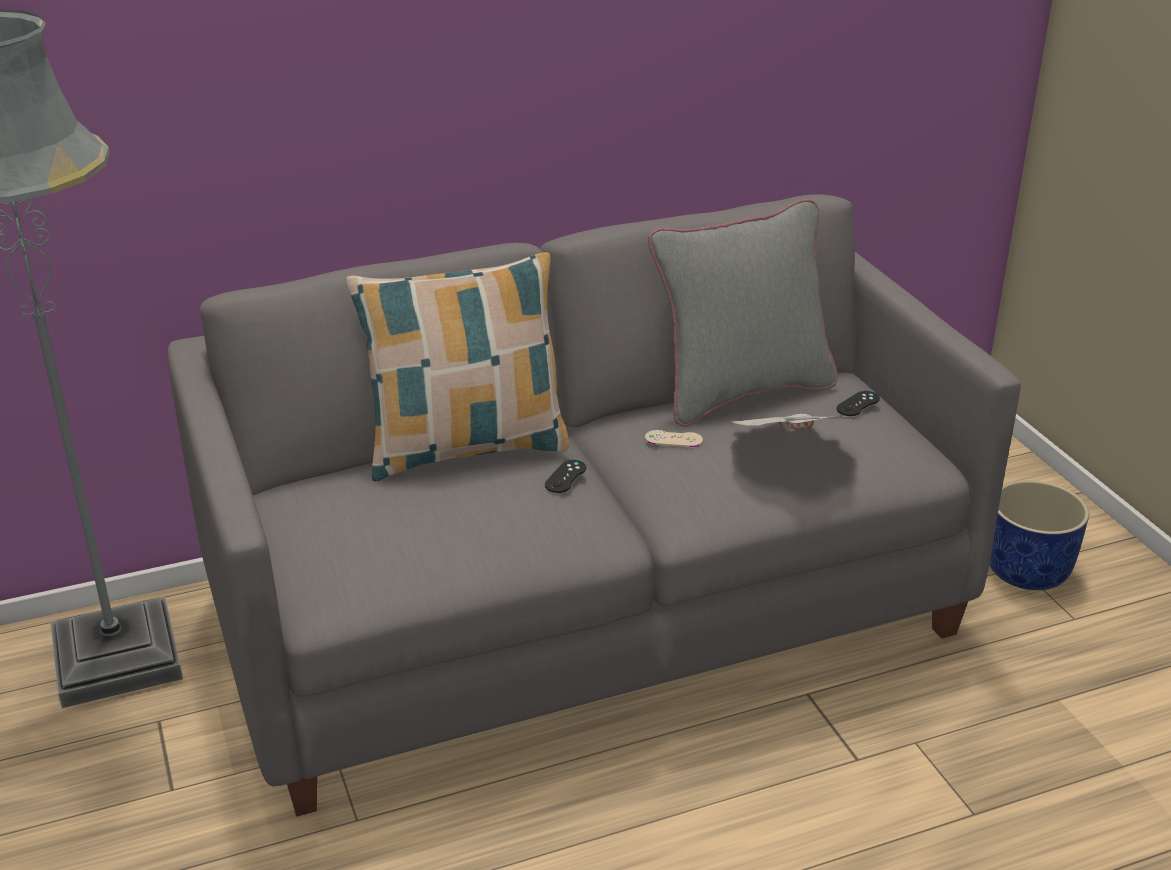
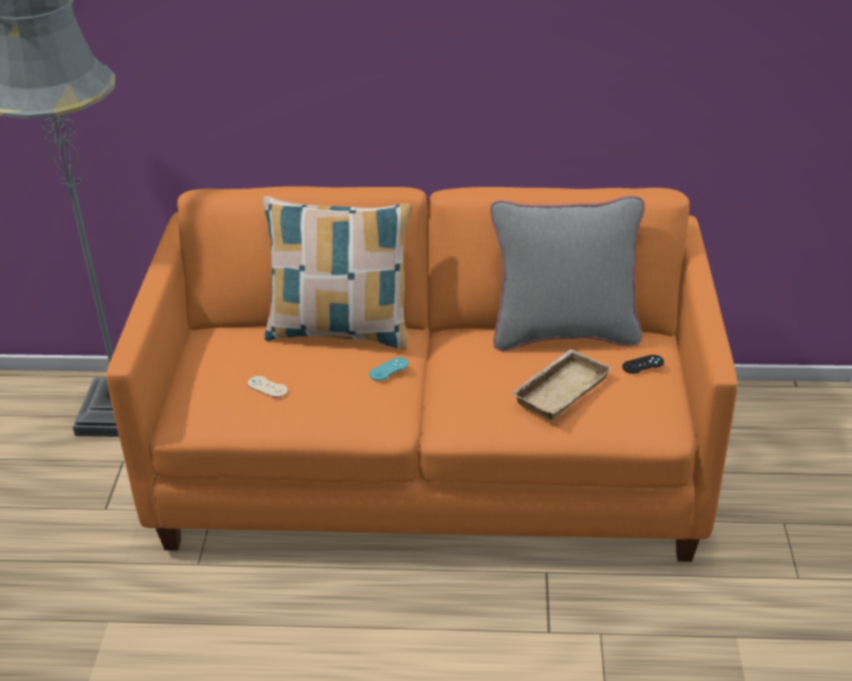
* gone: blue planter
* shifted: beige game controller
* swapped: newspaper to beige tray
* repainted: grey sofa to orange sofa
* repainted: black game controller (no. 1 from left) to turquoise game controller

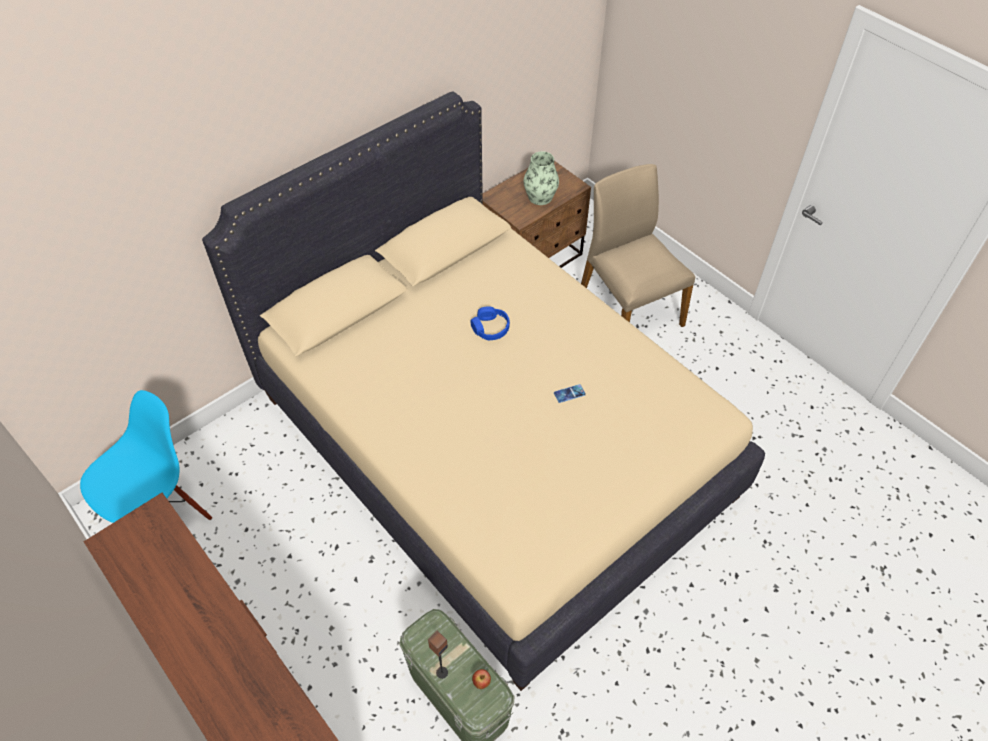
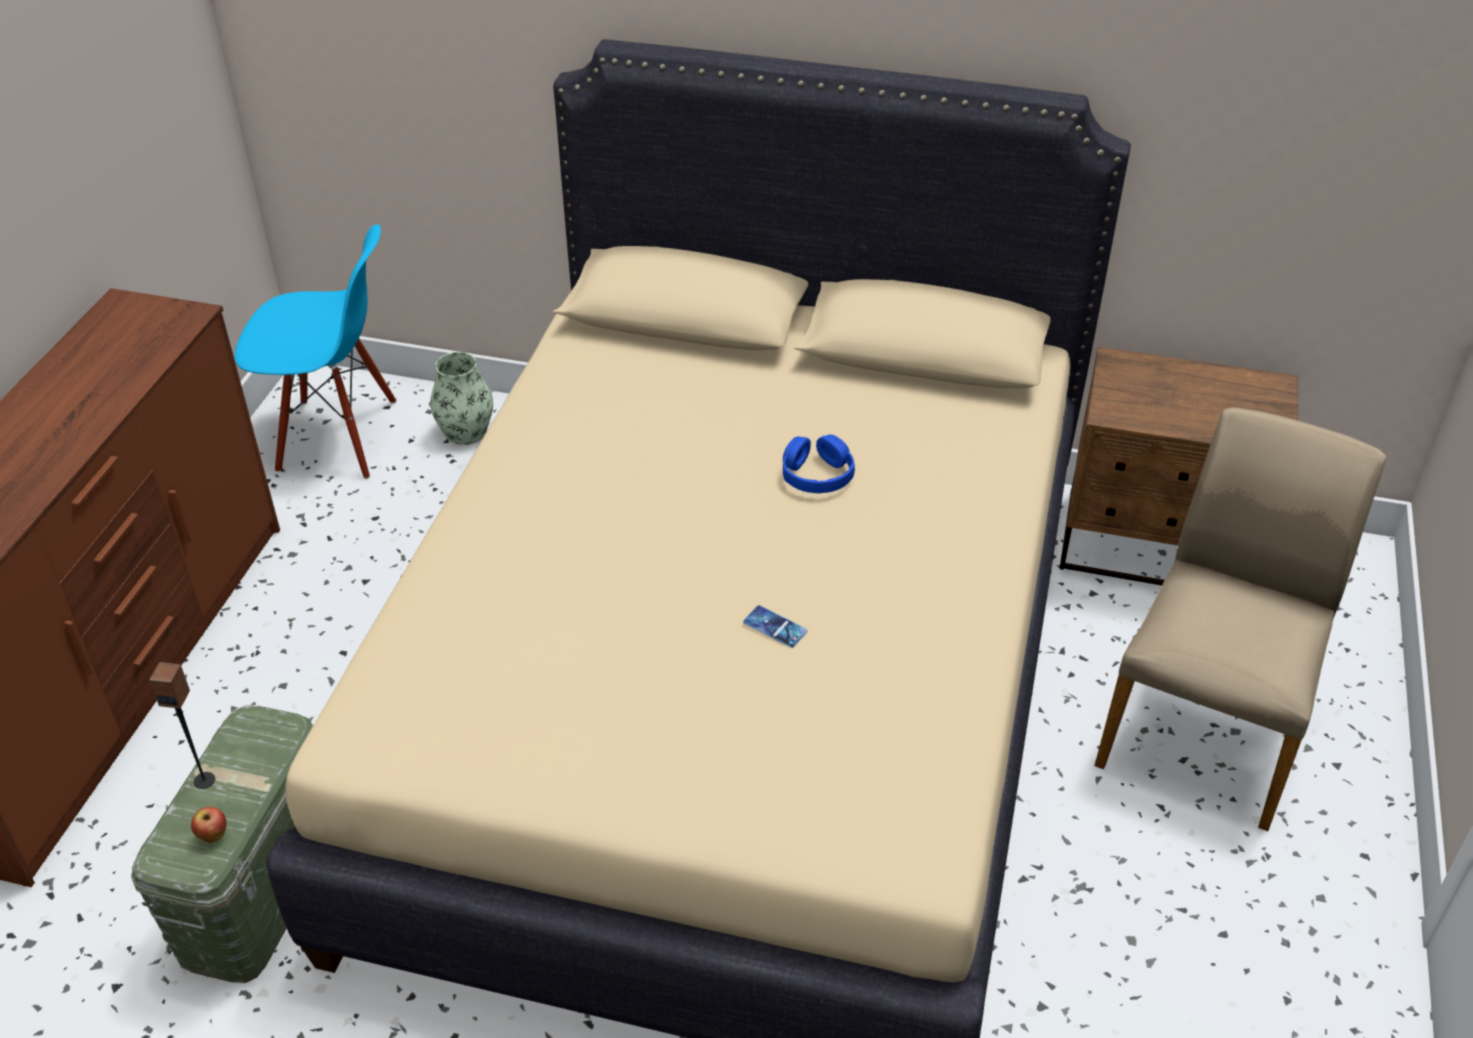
* shifted: vase

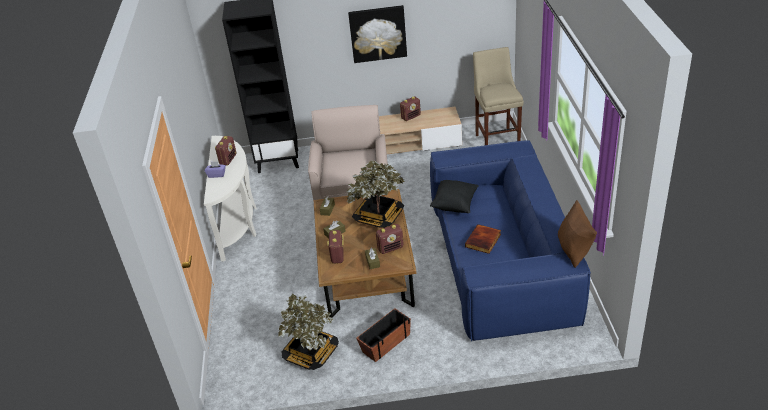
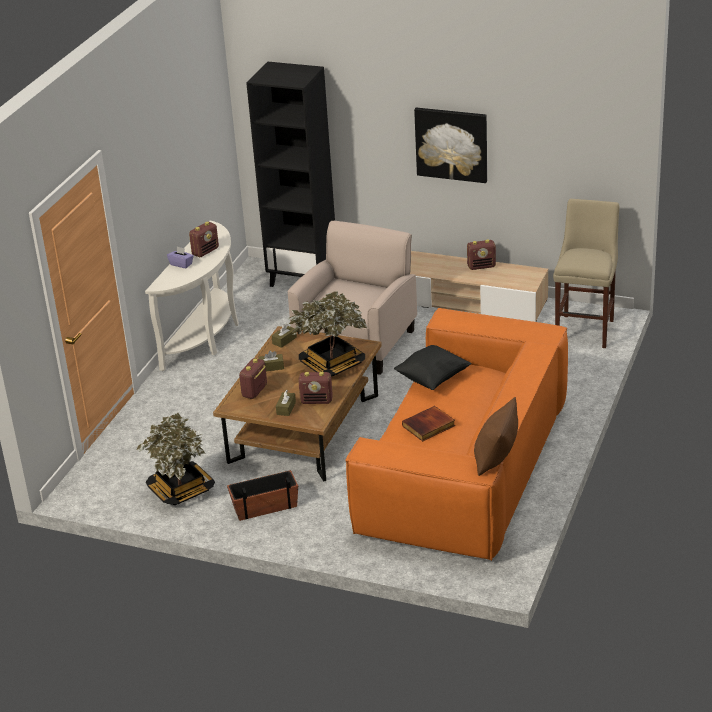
* repainted: blue sofa to orange sofa

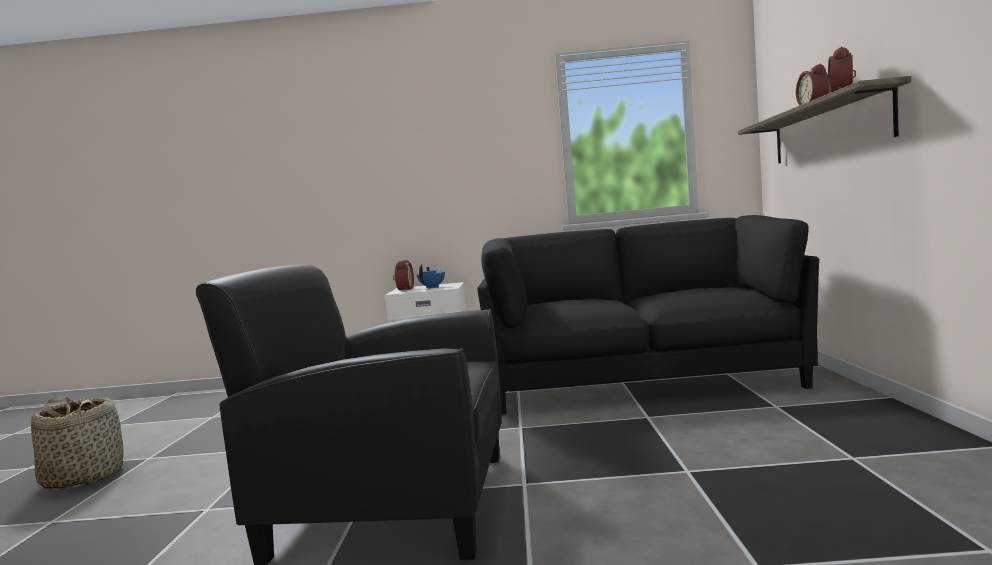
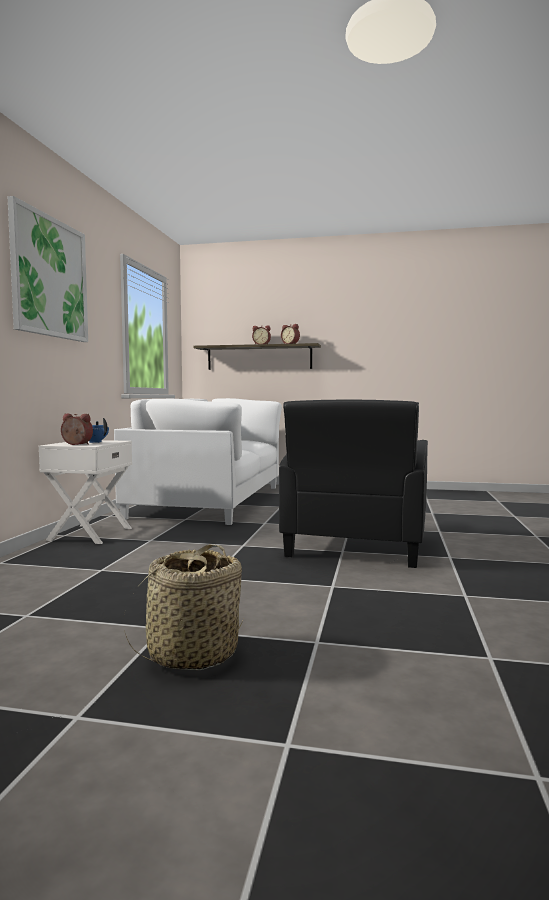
* new: picture
* repainted: black sofa to white sofa

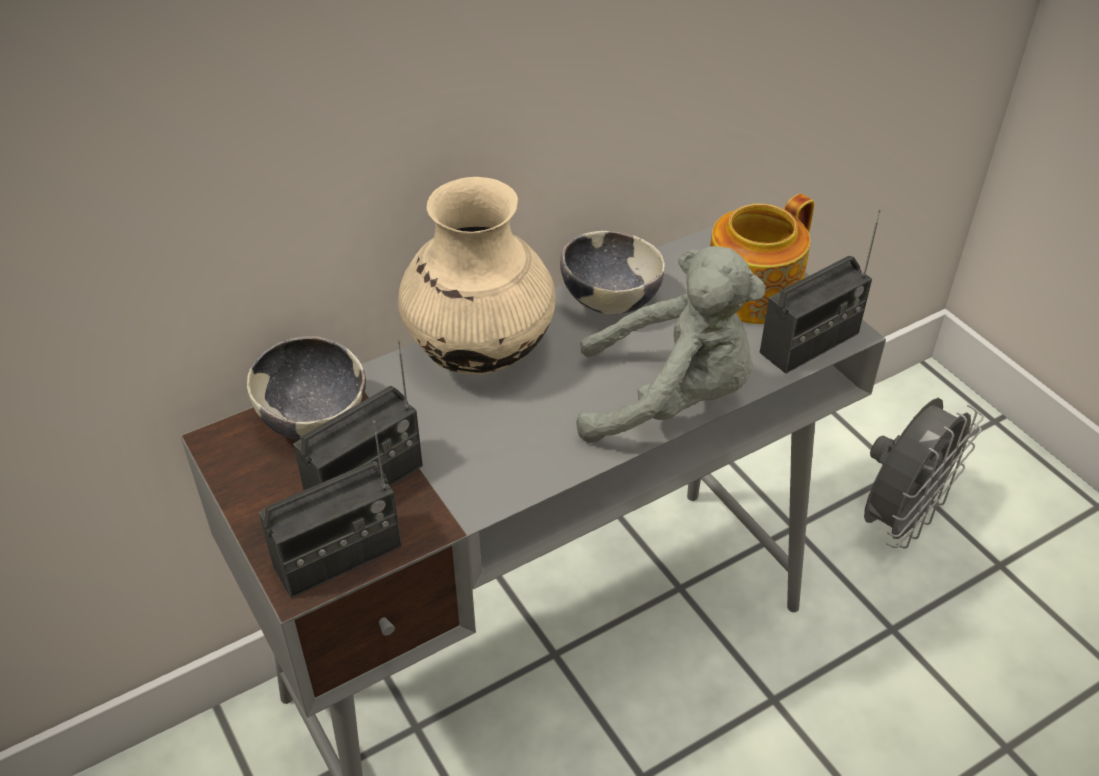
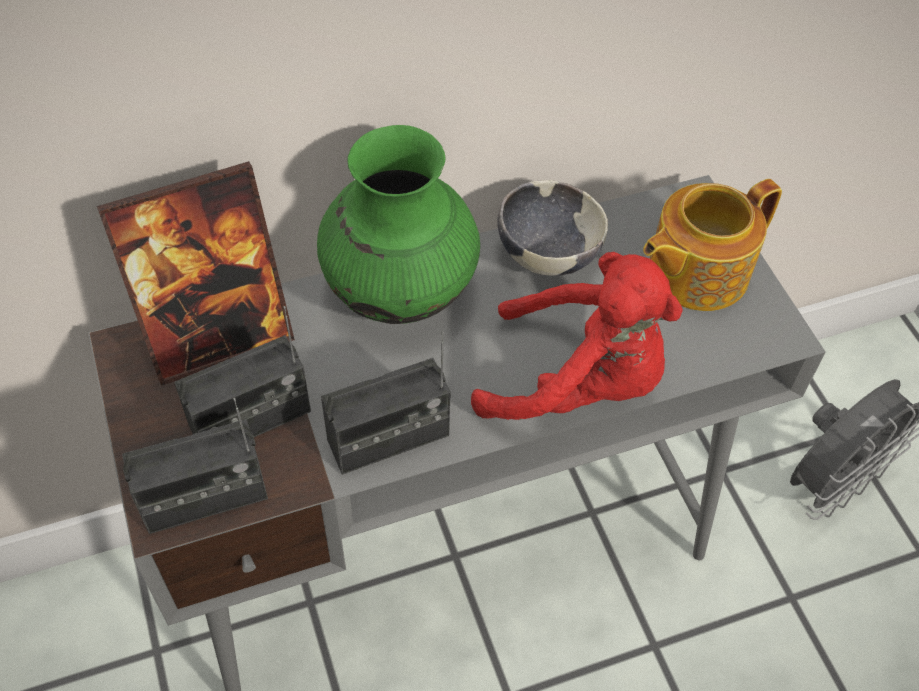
* shifted: radio (no. 3 from left)
* swapped: bowl (no. 1 from left) to picture frame
* repainted: beige vase to green vase
* repainted: grey plush toy to red plush toy

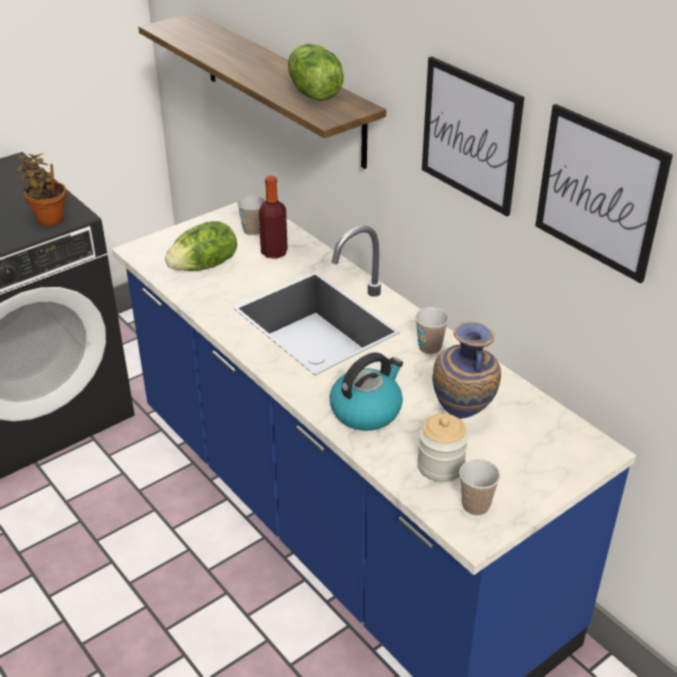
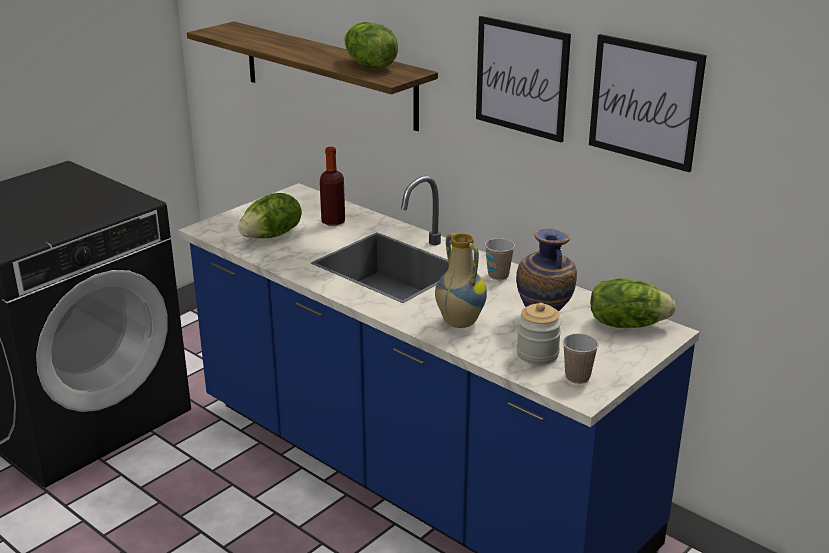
* gone: potted plant
* gone: cup (no. 1 from left)
* new: lettuce (no. 3 from left)
* swapped: kettle to vase (no. 1 from left)

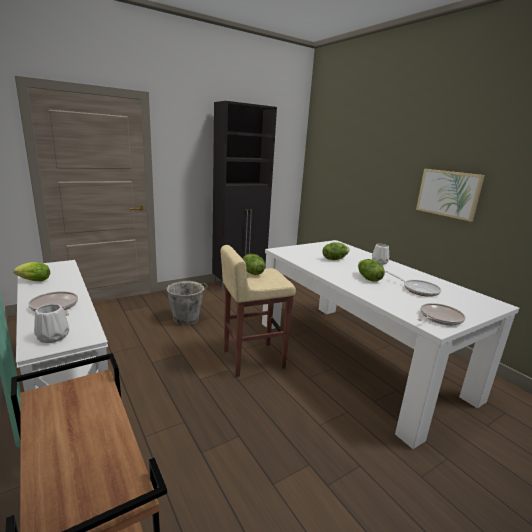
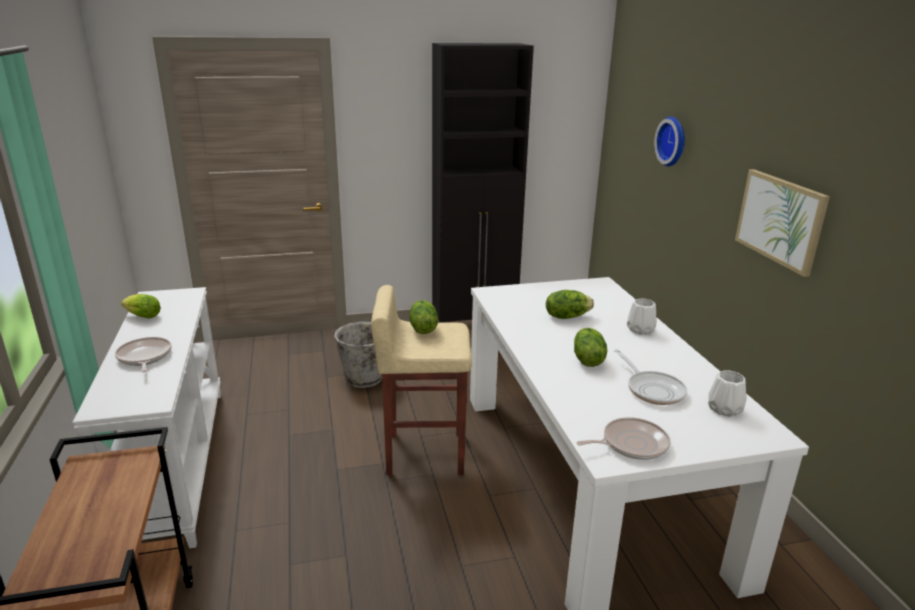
* new: wall clock
* shifted: white vase (no. 1 from left in the first image) to white vase (no. 2 from left)

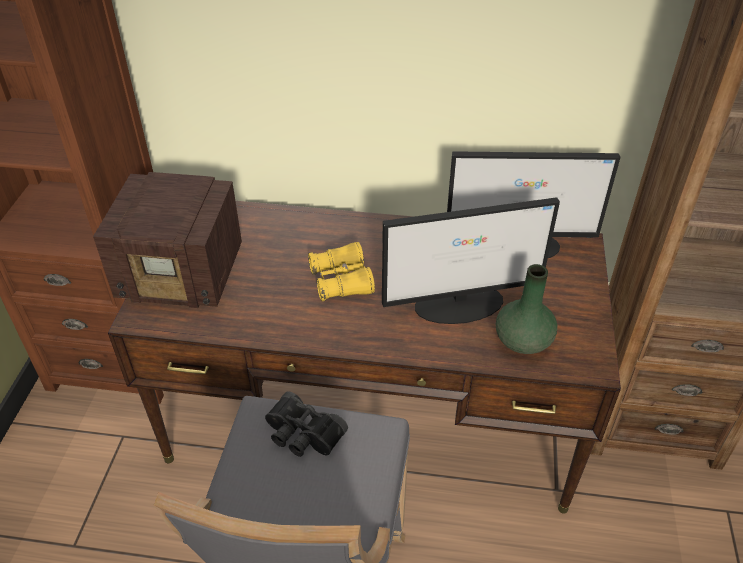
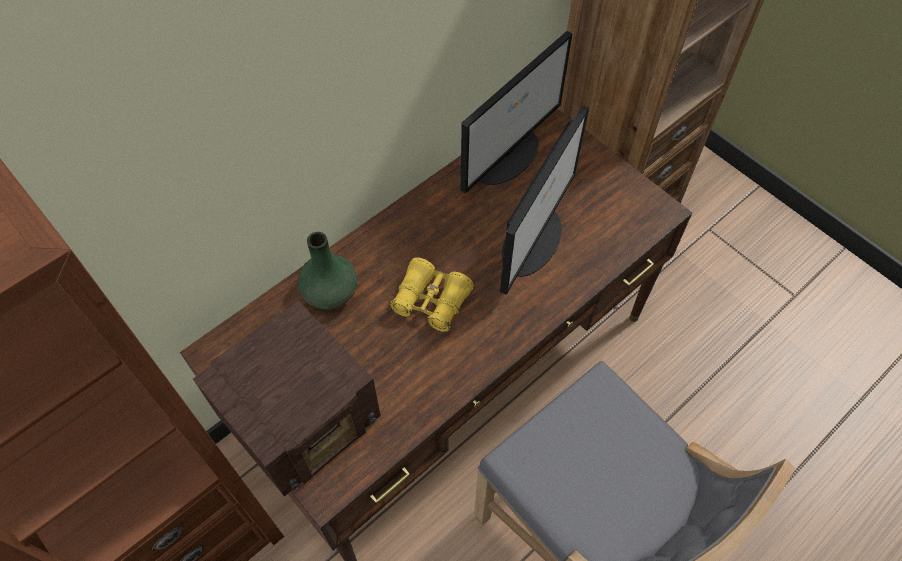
* gone: black binoculars
* shifted: green vase

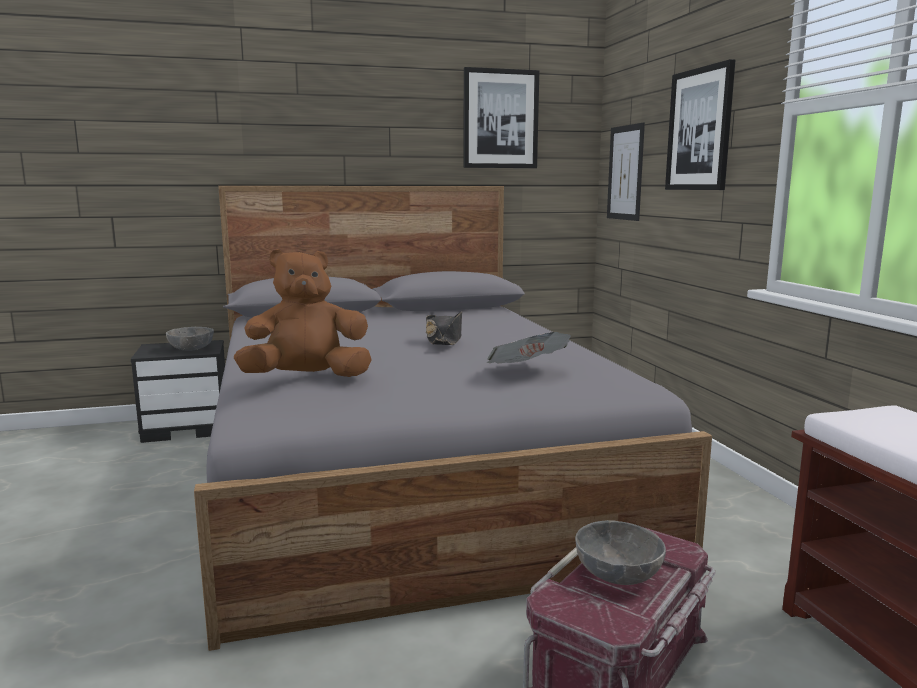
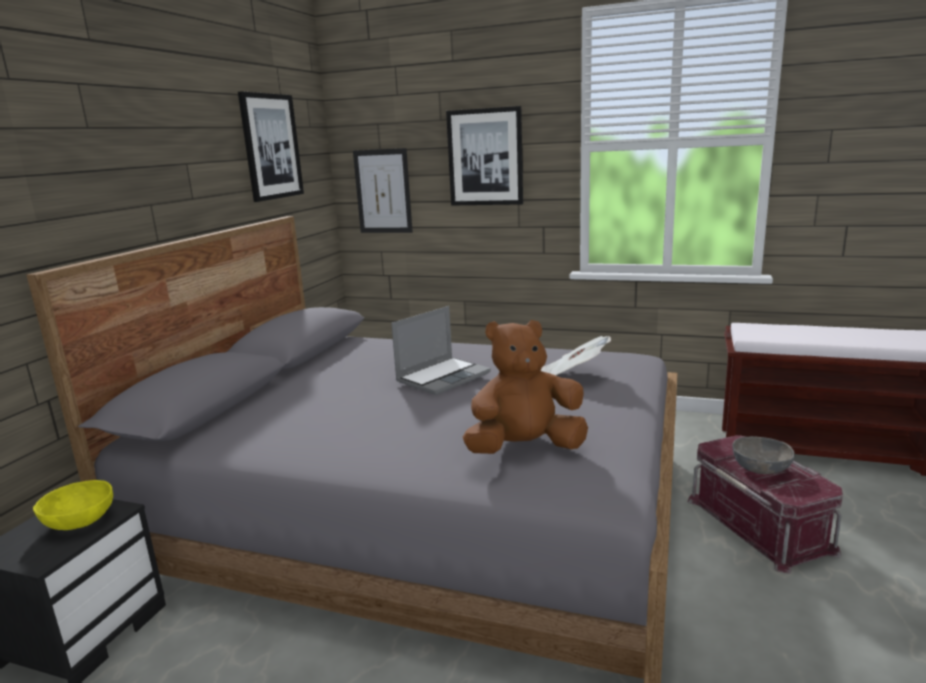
* swapped: black hat to laptop
* repainted: grey bowl (no. 1 from left) to yellow bowl
* rotated: brown plush toy 60 degrees clockwise

